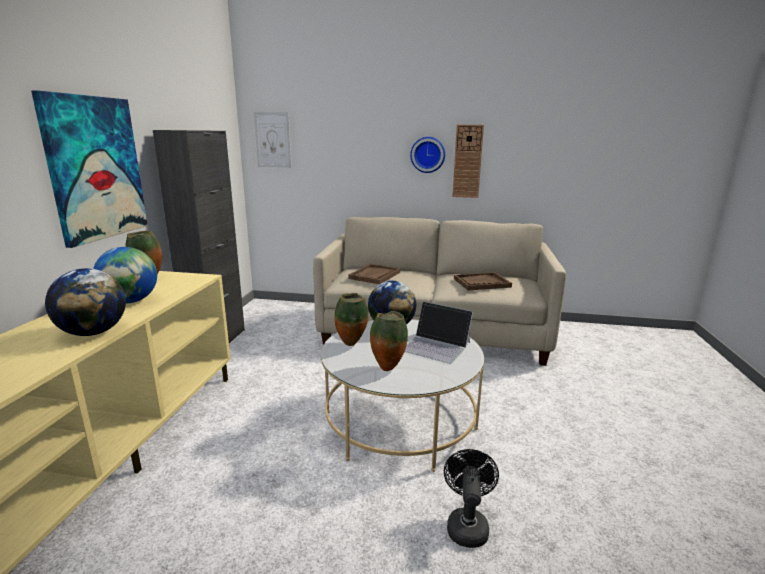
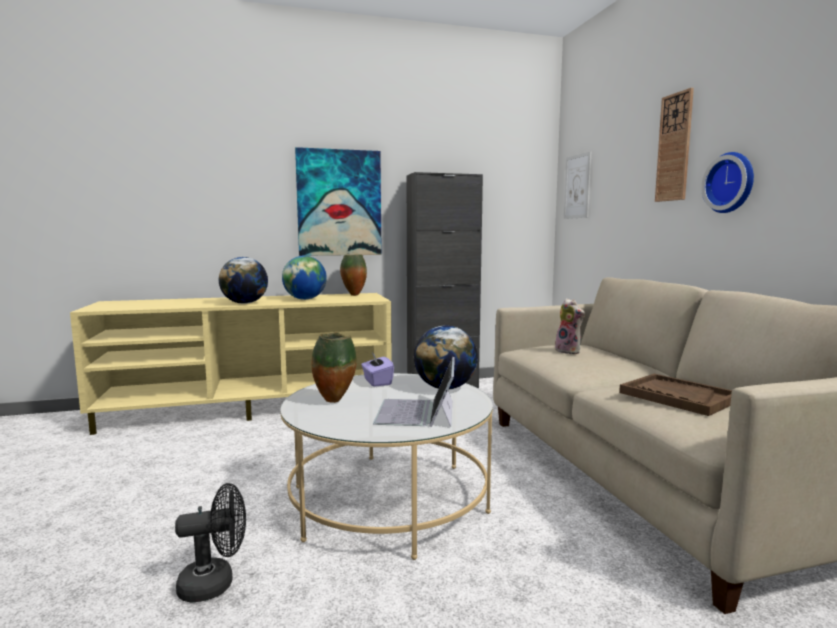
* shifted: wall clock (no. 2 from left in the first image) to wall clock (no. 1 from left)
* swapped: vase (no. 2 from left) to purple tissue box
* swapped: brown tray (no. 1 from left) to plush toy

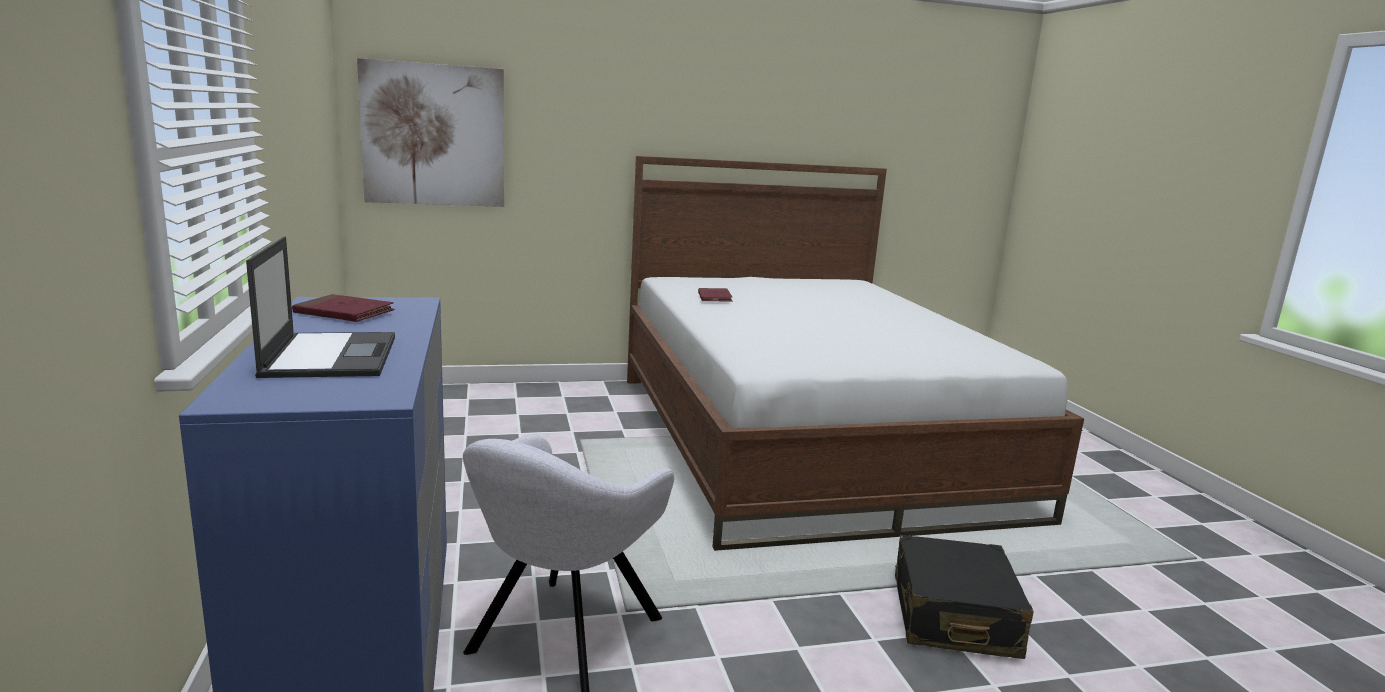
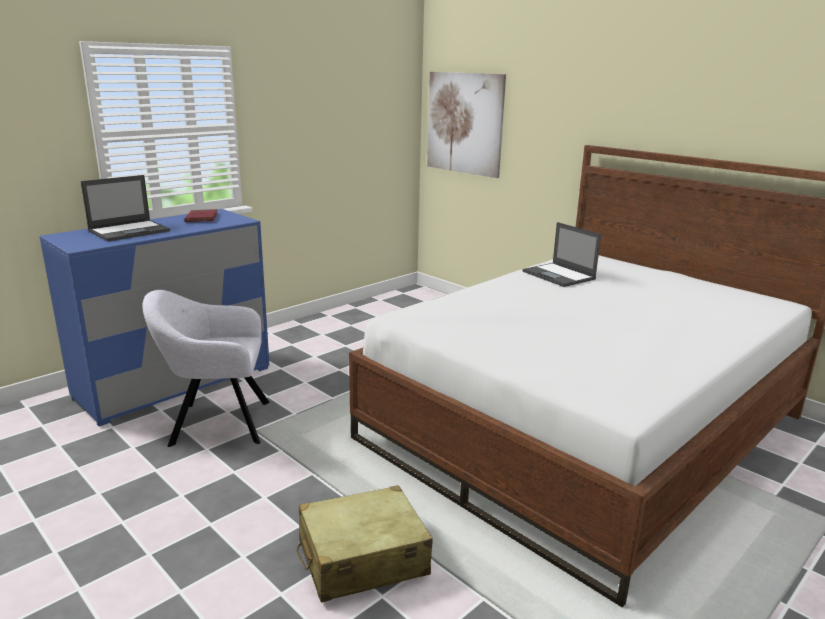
* swapped: red book (no. 2 from left) to laptop (no. 2 from left)
* repainted: black suitcase to beige suitcase

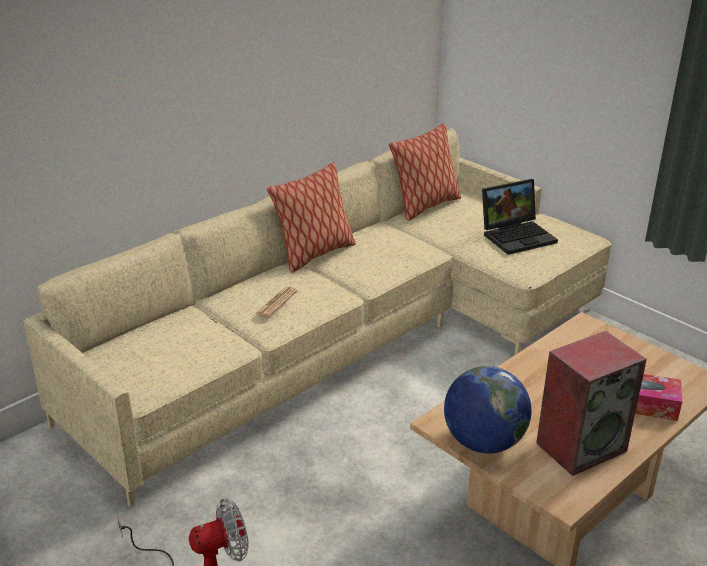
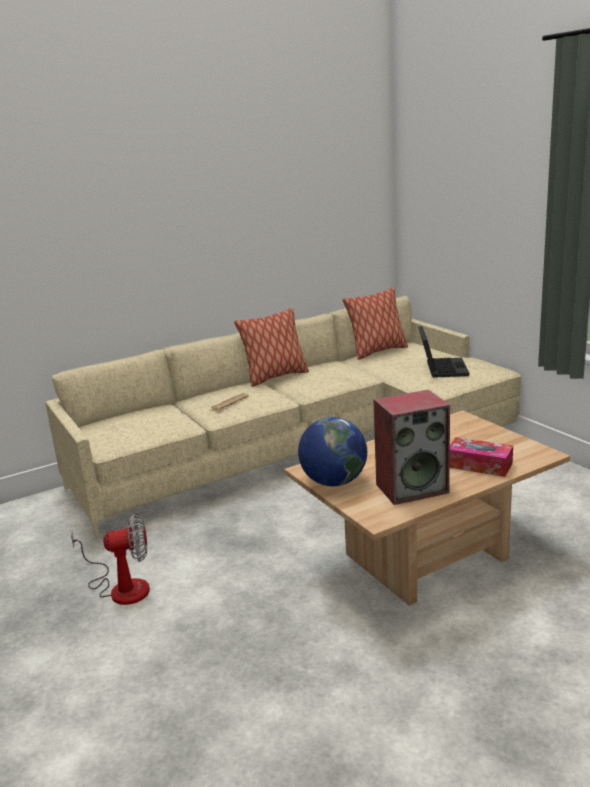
* rotated: laptop 75 degrees counterclockwise

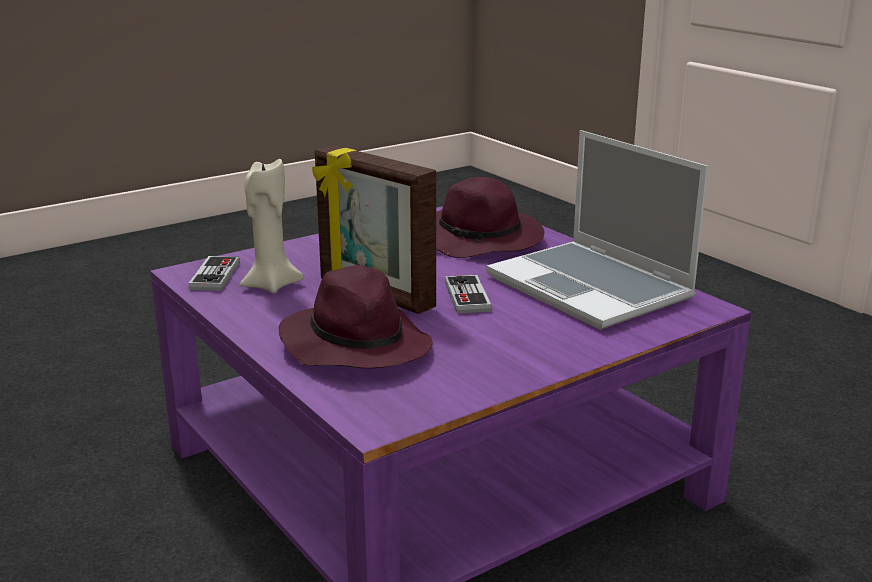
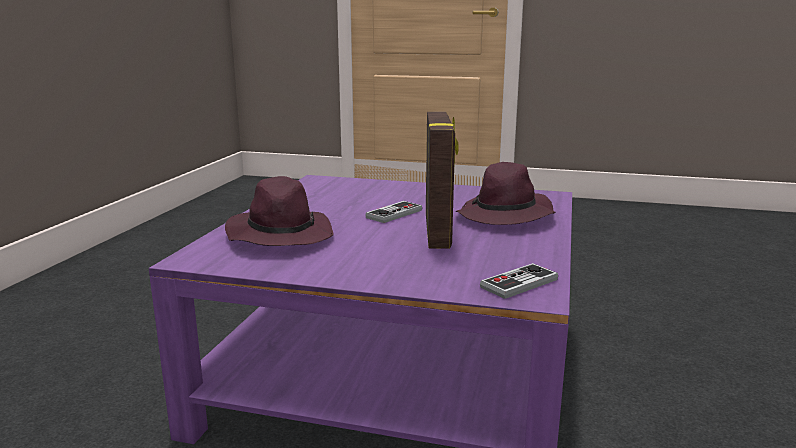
* gone: beige candle
* gone: laptop

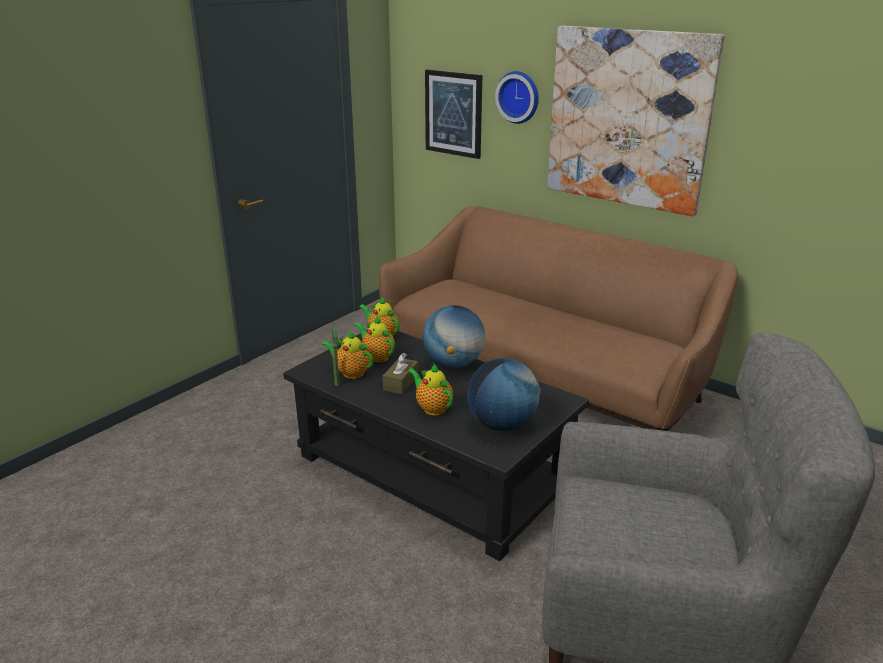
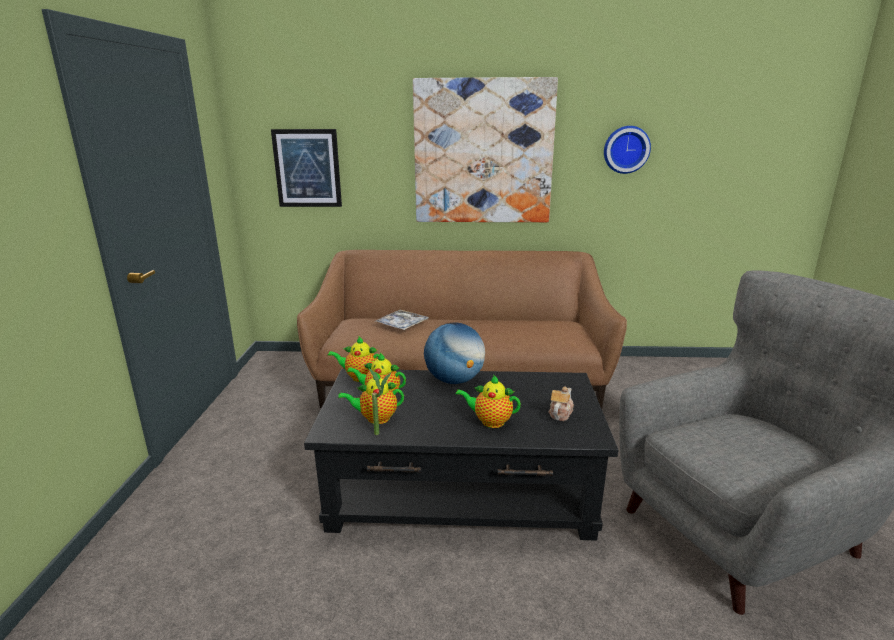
* gone: brown tissue box
* new: tray
* shifted: wall clock
* swapped: globe (no. 2 from left) to teapot (no. 5 from left)

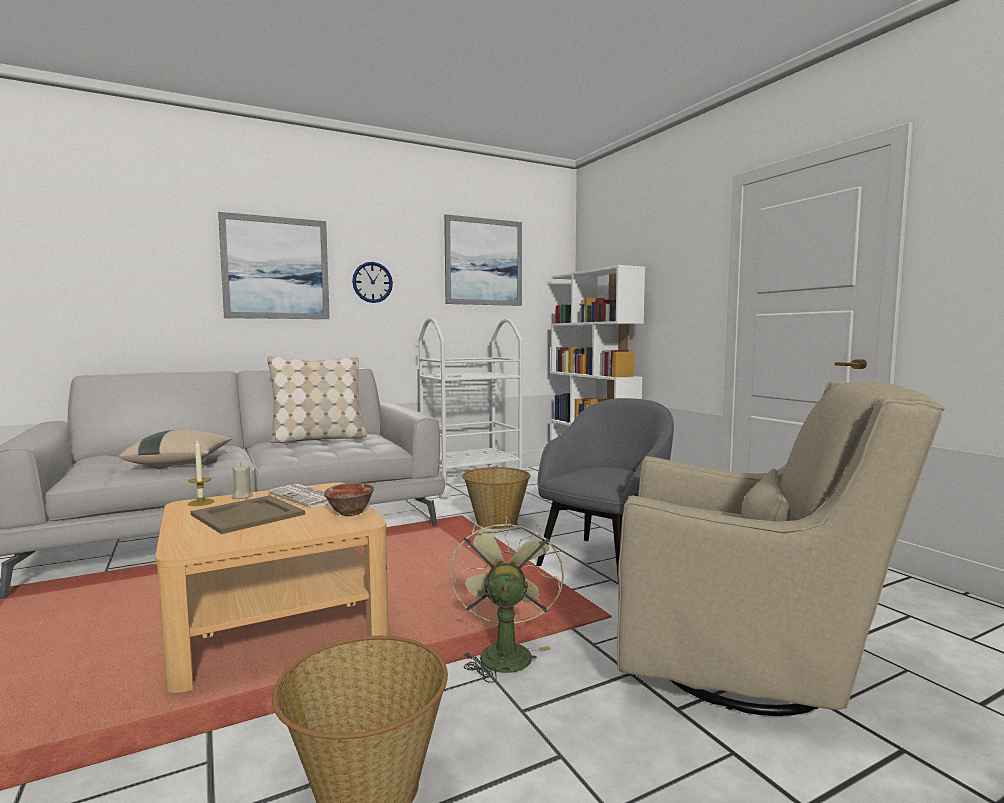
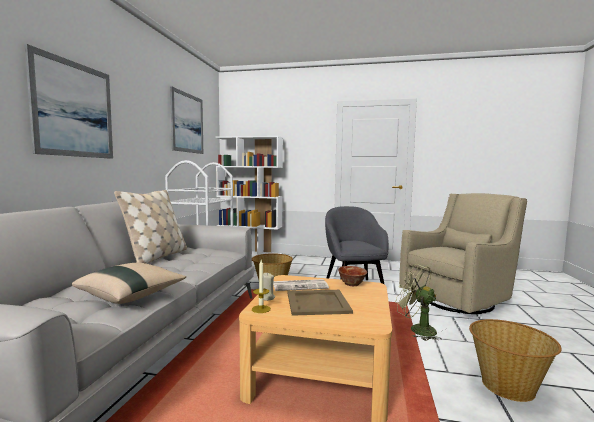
* gone: wall clock

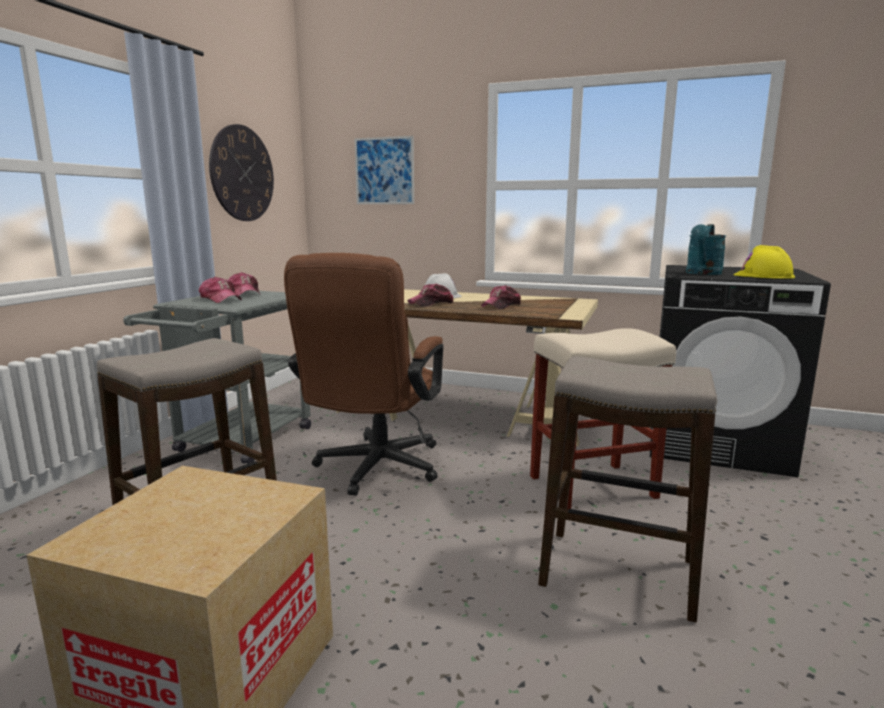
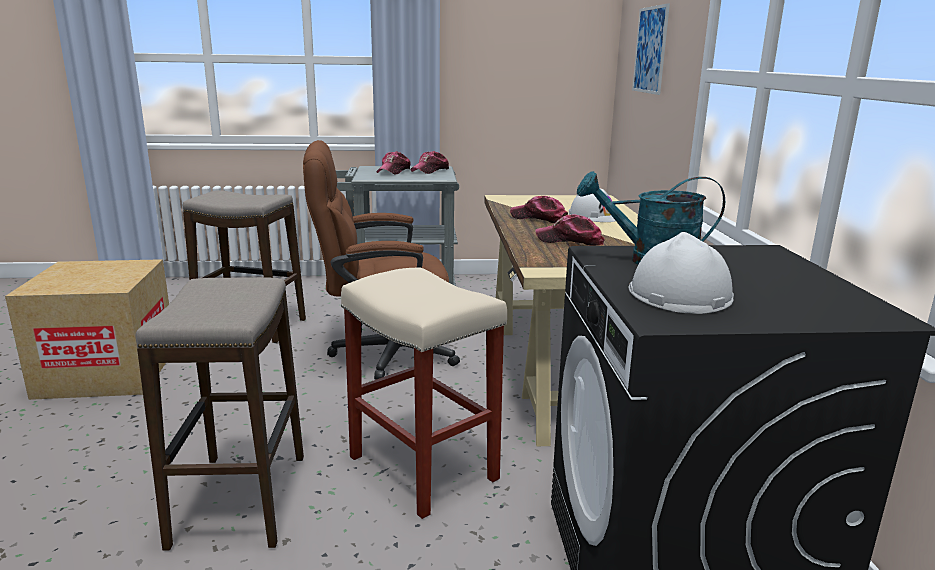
* gone: wall clock
* repainted: yellow hard hat to white hard hat (no. 2 from left)

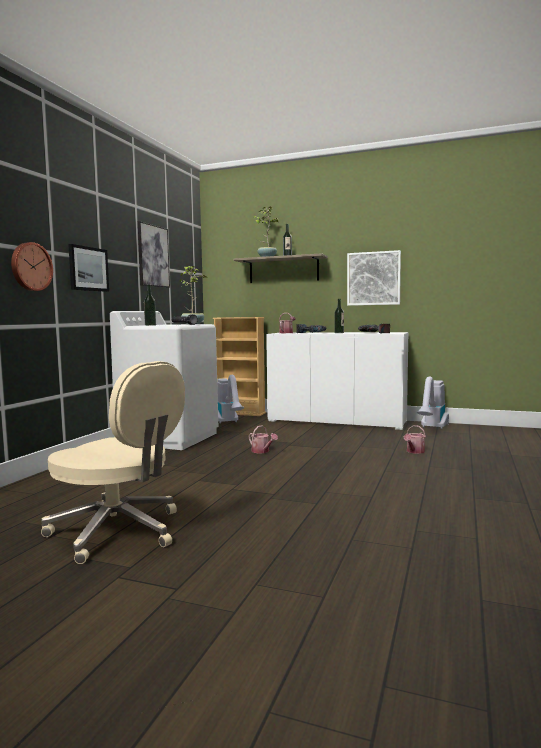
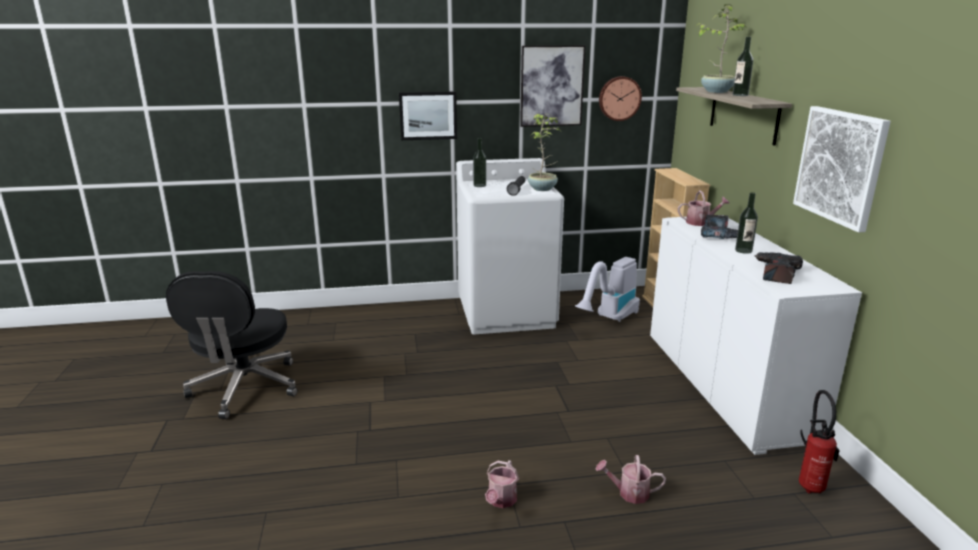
* shifted: wall clock
* shifted: watering can (no. 1 from left)
* swapped: vacuum cleaner (no. 2 from left) to fire extinguisher
* repainted: beige office chair to black office chair

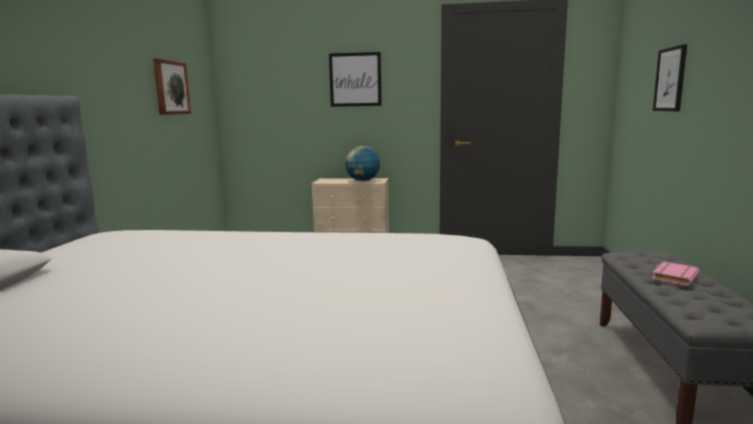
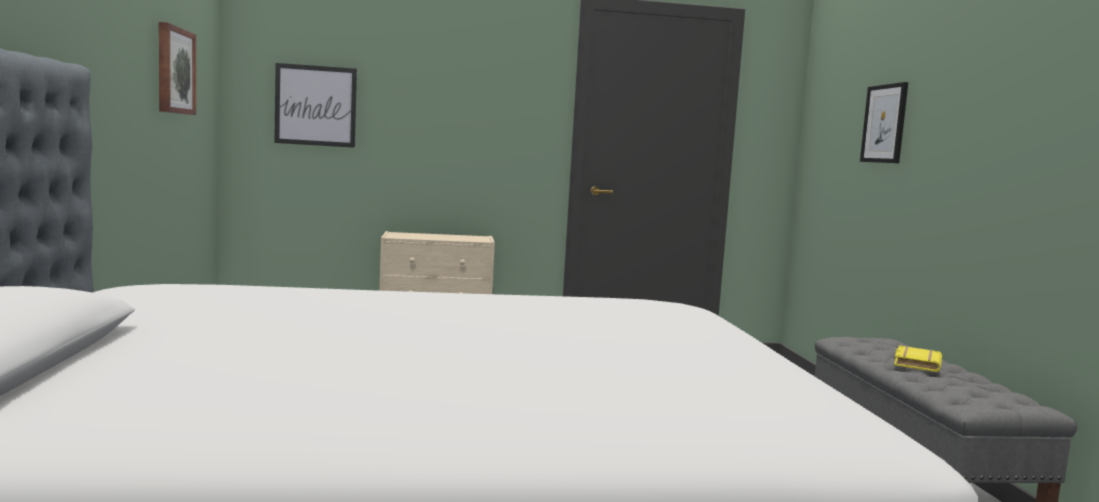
* gone: globe
* shifted: picture (no. 2 from left)
* repainted: pink book to yellow book

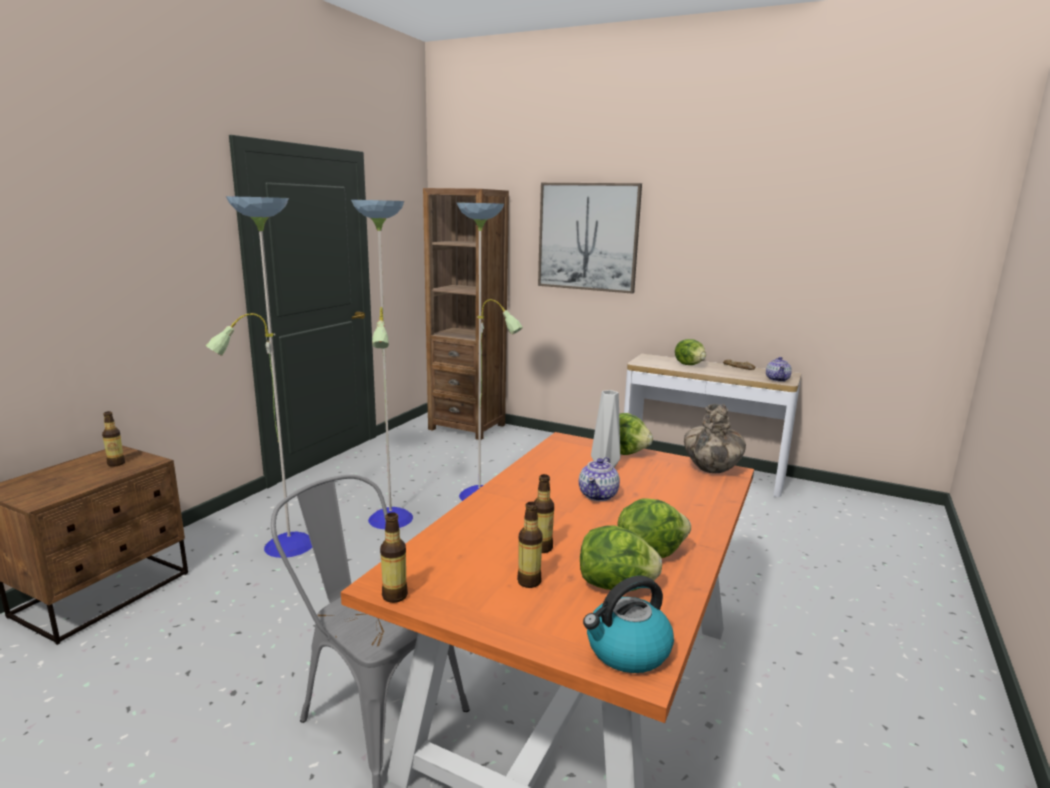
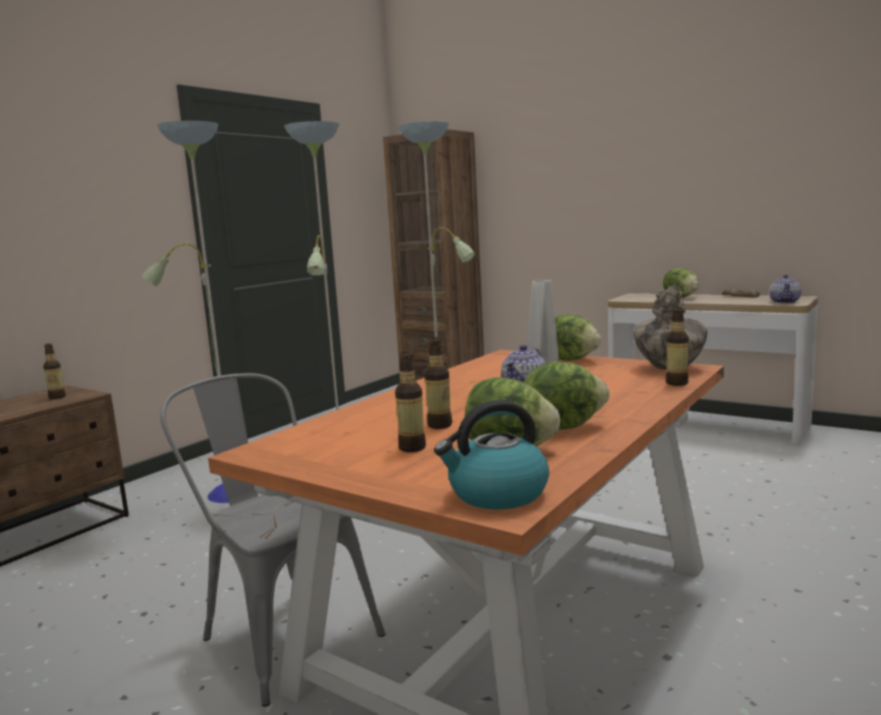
* gone: picture
* shifted: bottle (no. 2 from left in the first image) to bottle (no. 4 from left)

